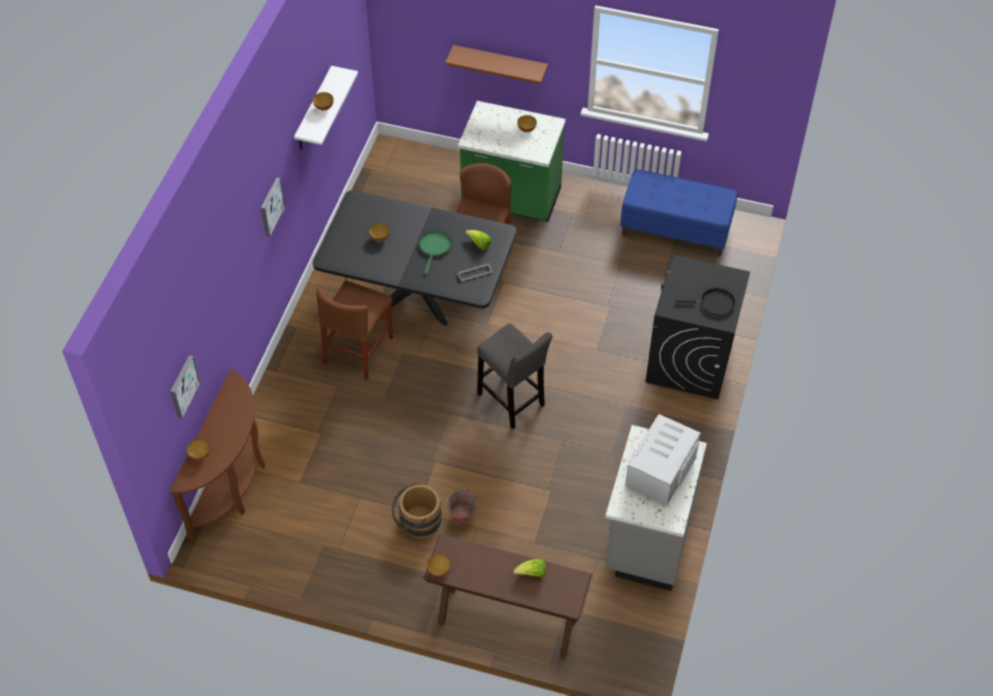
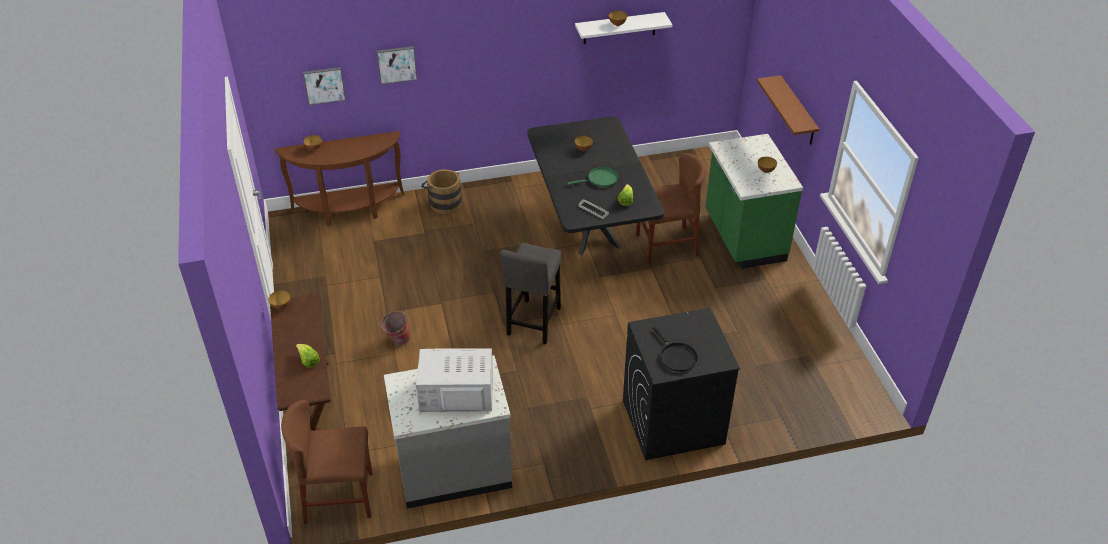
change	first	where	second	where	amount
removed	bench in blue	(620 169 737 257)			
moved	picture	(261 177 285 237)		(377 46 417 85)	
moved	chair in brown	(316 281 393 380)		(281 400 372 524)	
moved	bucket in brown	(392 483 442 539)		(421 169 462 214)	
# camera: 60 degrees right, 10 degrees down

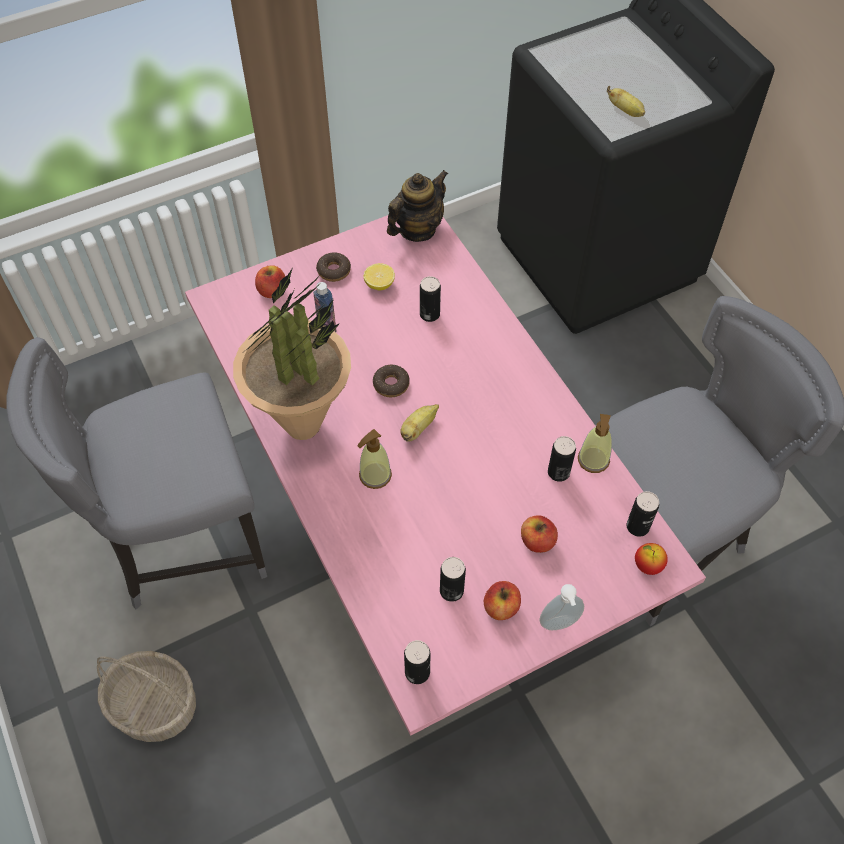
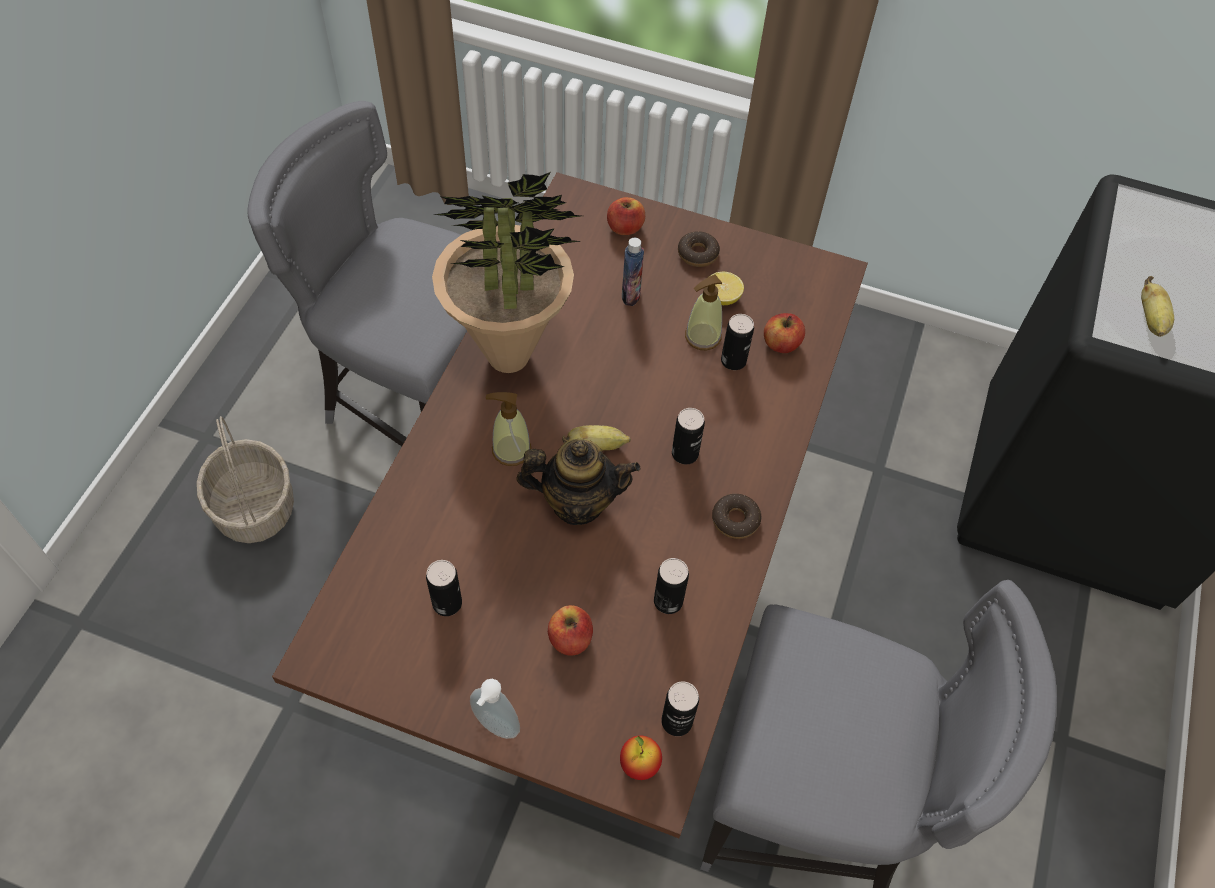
change	first	where	second	where	amount
moved	donut	(373 365 410 397)		(712 494 761 539)	
moved	teapot	(387 170 448 242)		(516 439 640 525)	
moved	can	(404 640 430 684)		(672 408 705 464)	
moved	apple	(484 581 521 620)		(764 313 805 353)	
moved	soap dispenser	(578 414 612 473)		(685 275 722 351)	
recoloured	dining table in pink	(185 215 706 736)	dining table in brown	(272 172 868 838)	
# camera: 45 degrees right, 0 degrees up

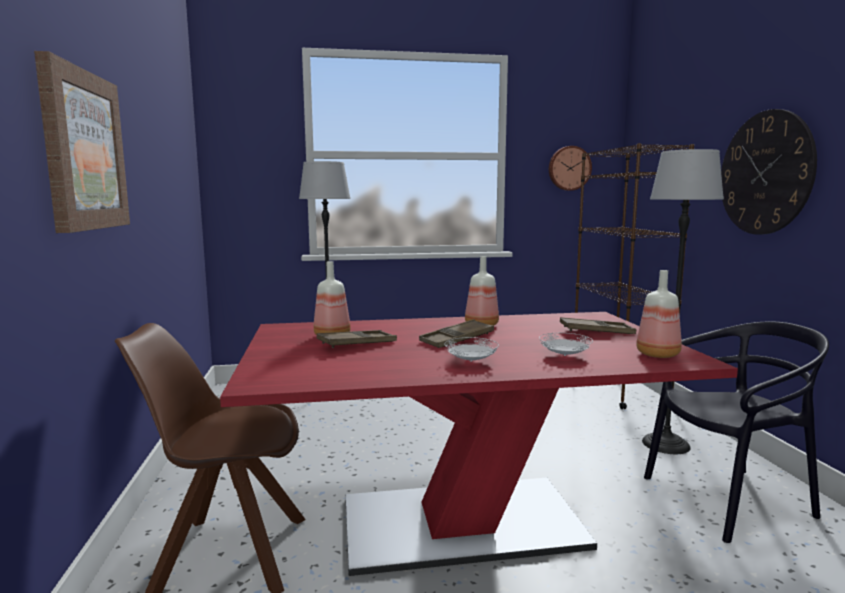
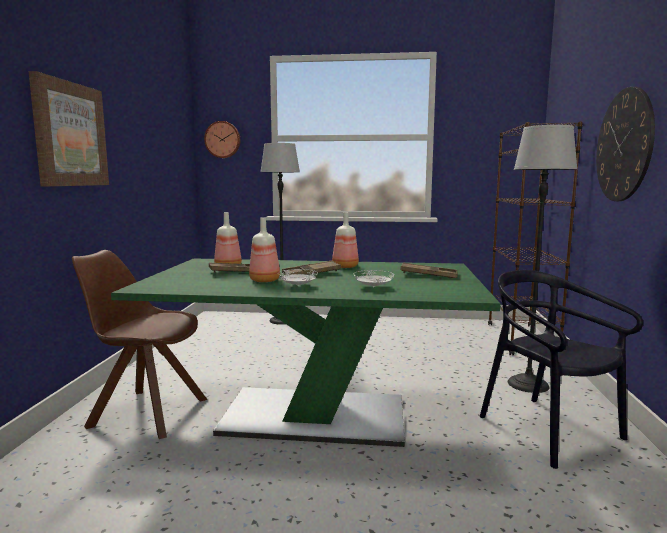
change	first	where	second	where	amount
moved	wall clock	(549 146 592 191)		(204 121 241 158)	
moved	bottle	(636 270 682 358)		(249 218 280 282)	
recoloured	dining table in red	(220 312 738 576)	dining table in green	(111 258 501 447)	
turned	chair in black	(644 322 829 543)		(480 270 643 469)	120 degrees counterclockwise
# camera: 15 degrees right, 0 degrees up

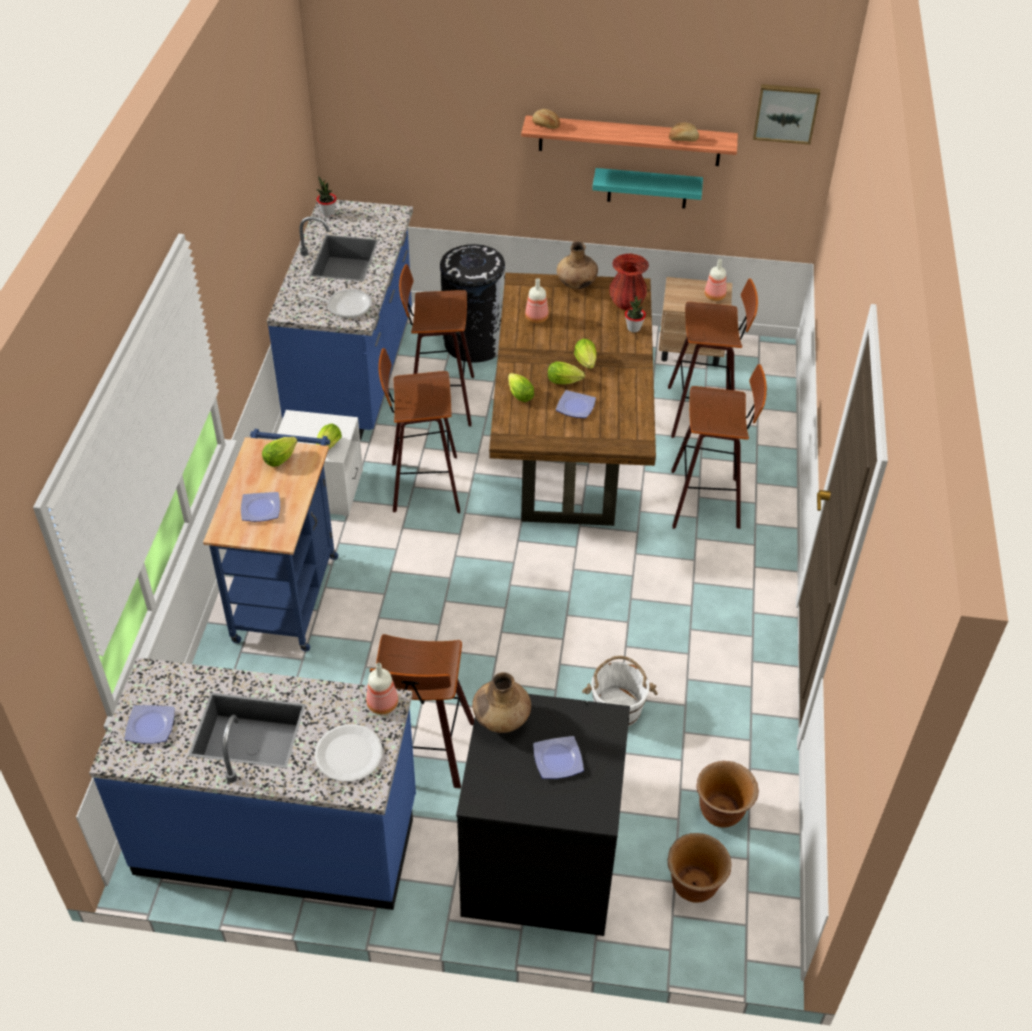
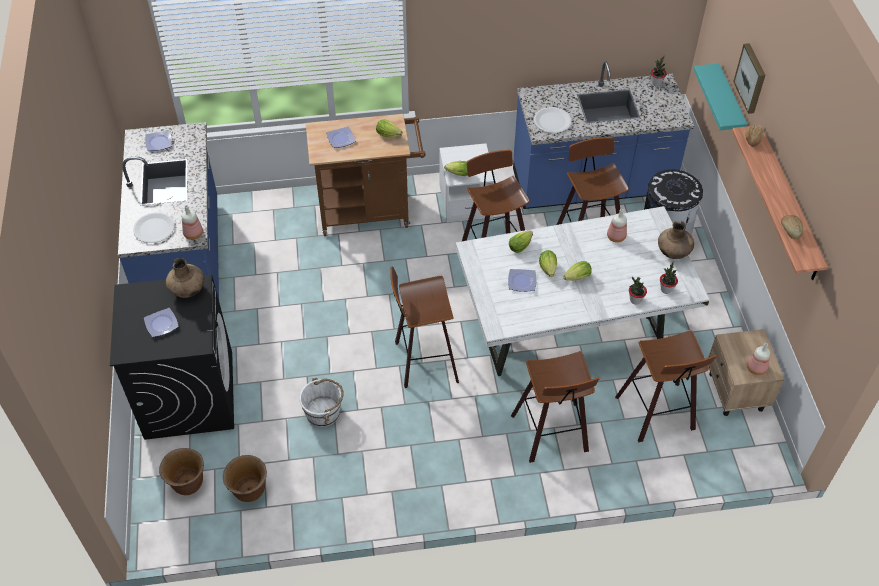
change	first	where	second	where	amount
moved	stool	(370 634 474 788)		(390 266 459 388)	
moved	shelf in turquoise	(592 168 703 209)		(693 63 747 130)	
moved	picture	(753 84 820 145)		(733 43 765 114)	
replaced	frying pan	(298 289 372 318)	plate in white	(534 107 571 133)	
replaced	vase in red	(610 254 649 310)	potted plant	(660 262 678 294)	
recoloured	cart in blue	(203 429 338 652)	cart in brown	(306 114 426 236)	
recoloured	dining table in brown	(489 273 656 526)	dining table in white	(456 206 710 376)	
# camera: 75 degrees right, 5 degrees up

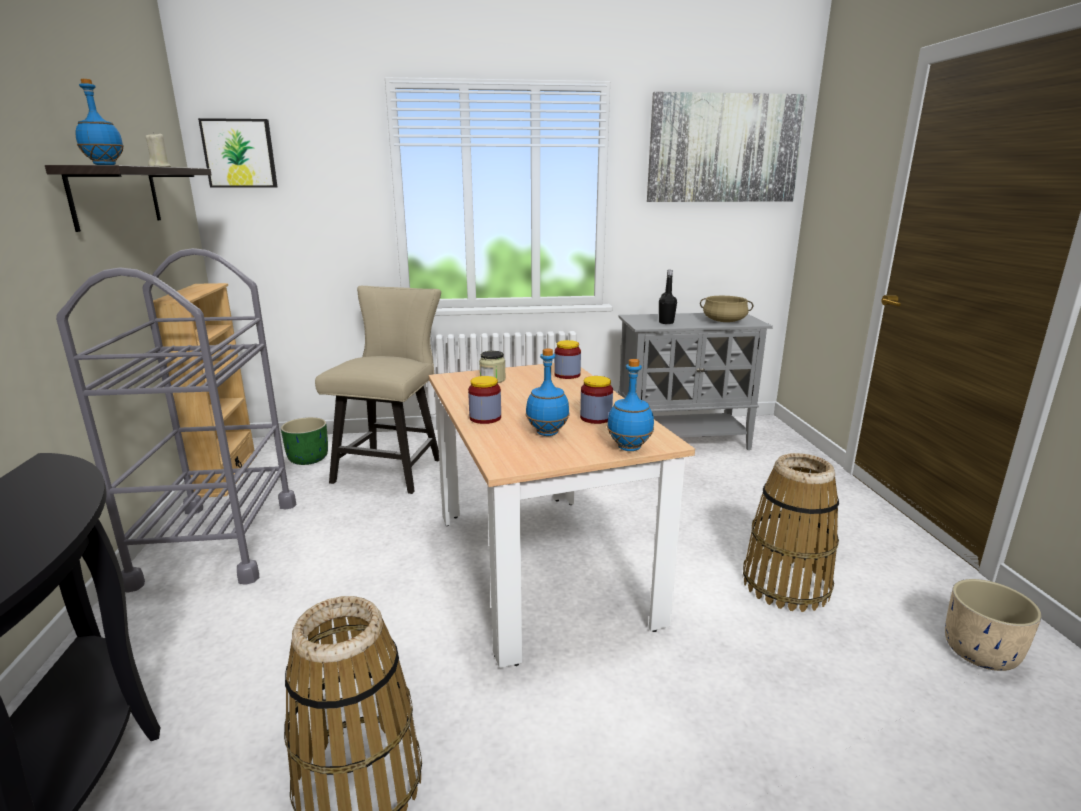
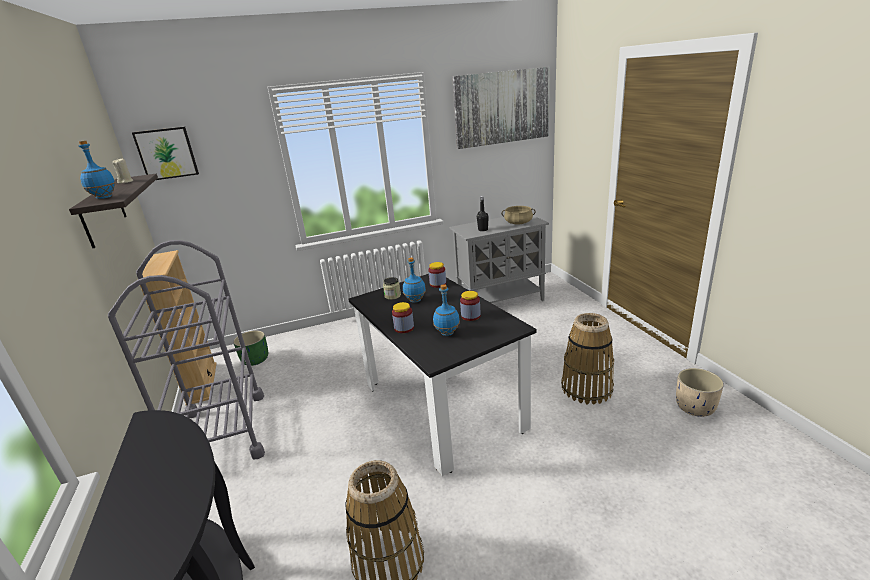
change	first	where	second	where	amount
removed	chair in beige	(315 286 441 494)			
moved	bottle in blue	(607 359 654 451)		(403 257 426 303)	
recoloured	dining table in beige	(429 363 695 668)	dining table in black	(348 274 536 476)	
# camera: 10 degrees left, 5 degrees up

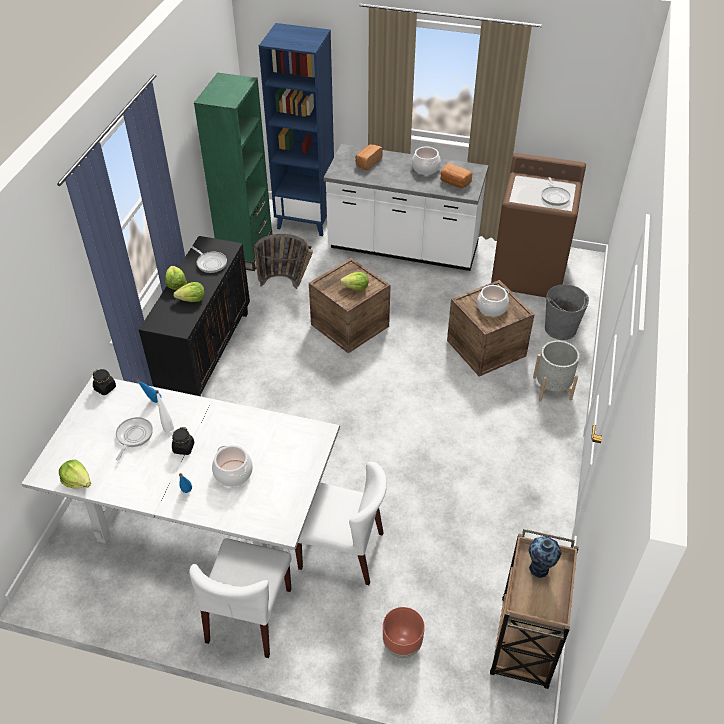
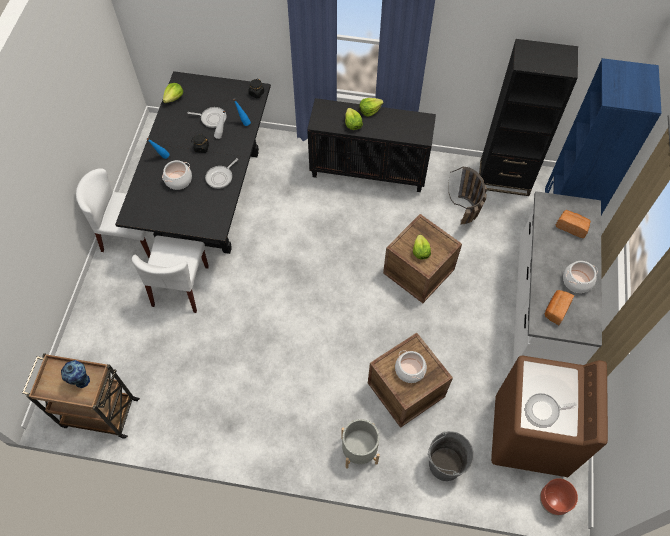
change	first	where	second	where	amount
moved	frying pan	(191 246 227 273)		(205 158 238 189)	
moved	planter in brown	(383 607 425 658)		(540 478 578 516)	
recoloured	dining table in white	(21 376 340 550)	dining table in black	(115 71 271 254)	
recoloured	bookcase in green	(194 72 273 271)	bookcase in black	(479 39 578 196)	
# camera: 85 degrees right, 15 degrees up

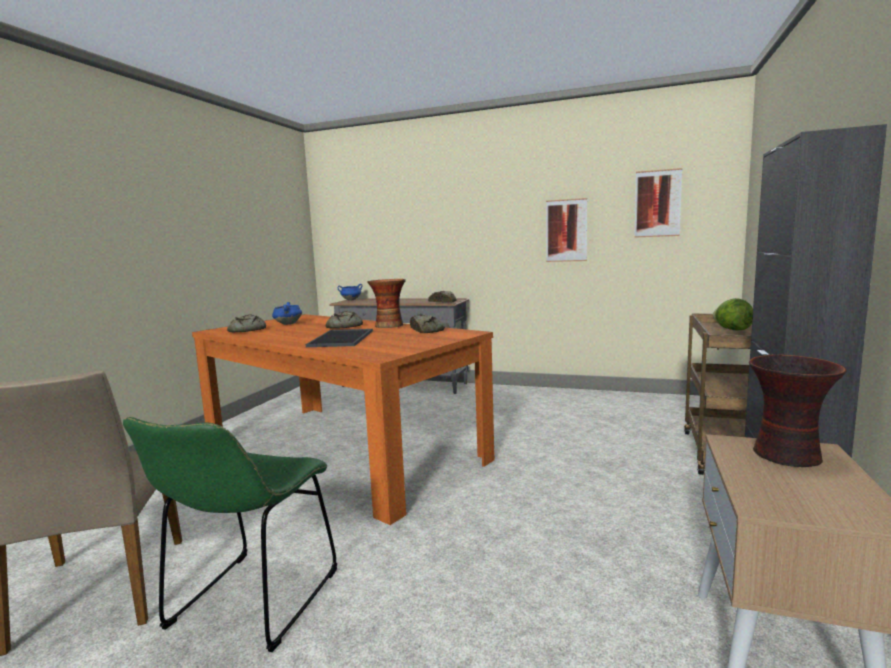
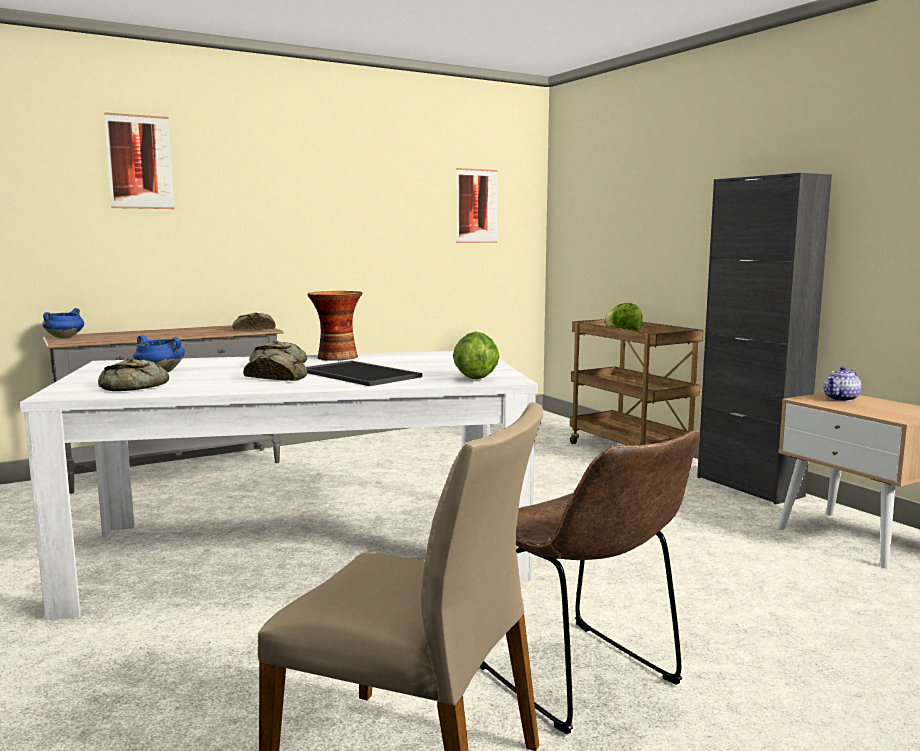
change	first	where	second	where	amount
added			lettuce	(453 331 499 380)	
moved	bread	(410 315 445 333)		(243 354 308 381)	
moved	picture	(546 198 587 262)		(104 112 174 209)	
replaced	vase	(749 355 846 467)	teapot	(824 366 861 401)	
recoloured	chair in green	(123 417 337 652)	chair in brown	(480 430 701 734)	
recoloured	dining table in orange	(192 314 494 525)	dining table in white	(20 351 538 620)	
# camera: 50 degrees left, 0 degrees up

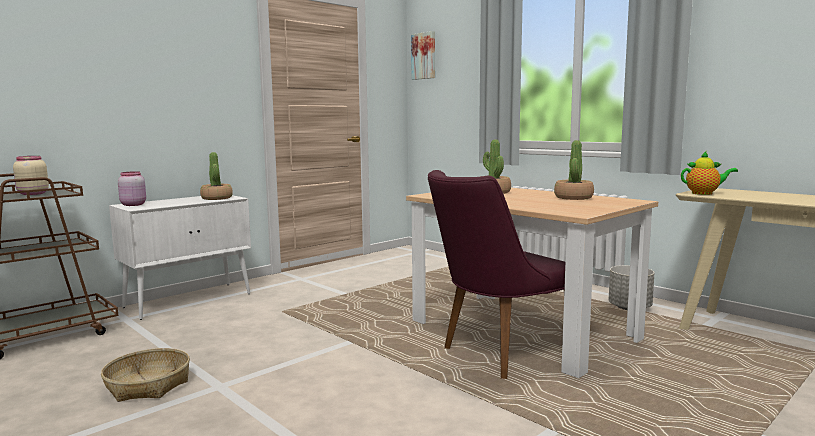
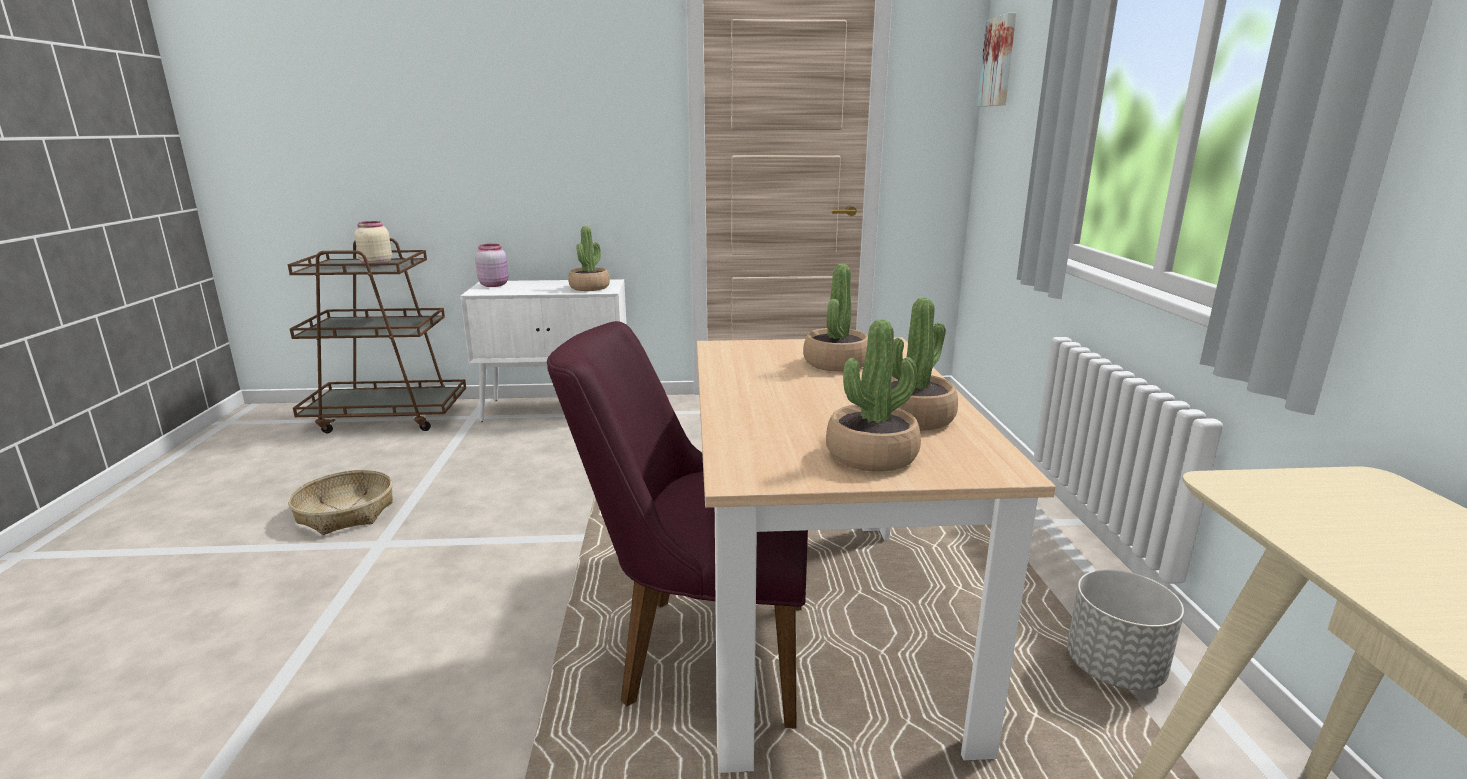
change	first	where	second	where	amount
removed	teapot	(681 152 738 195)			
added			potted plant	(826 319 921 472)	
# camera: 40 degrees right, 10 degrees up

